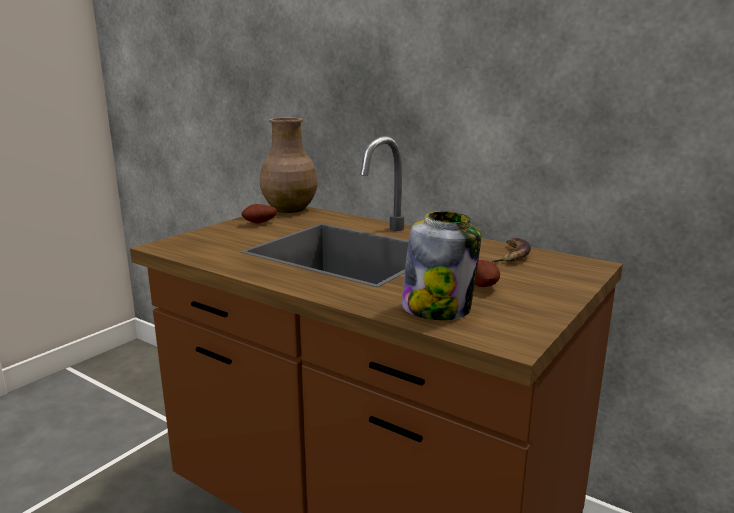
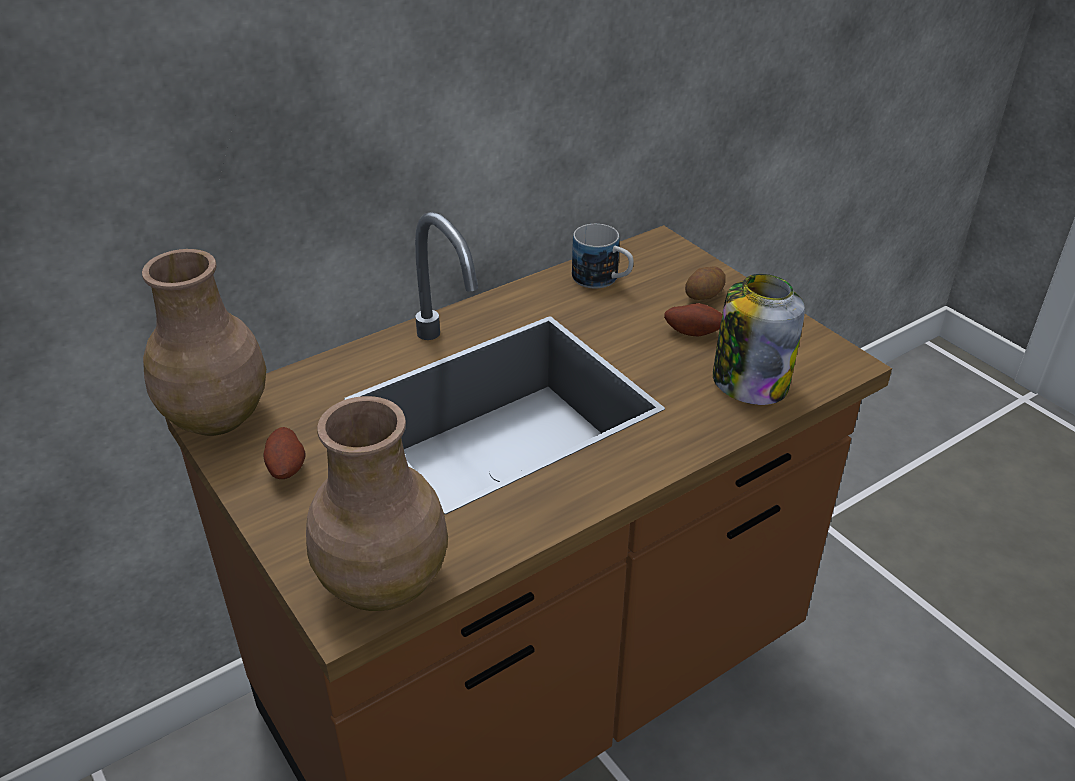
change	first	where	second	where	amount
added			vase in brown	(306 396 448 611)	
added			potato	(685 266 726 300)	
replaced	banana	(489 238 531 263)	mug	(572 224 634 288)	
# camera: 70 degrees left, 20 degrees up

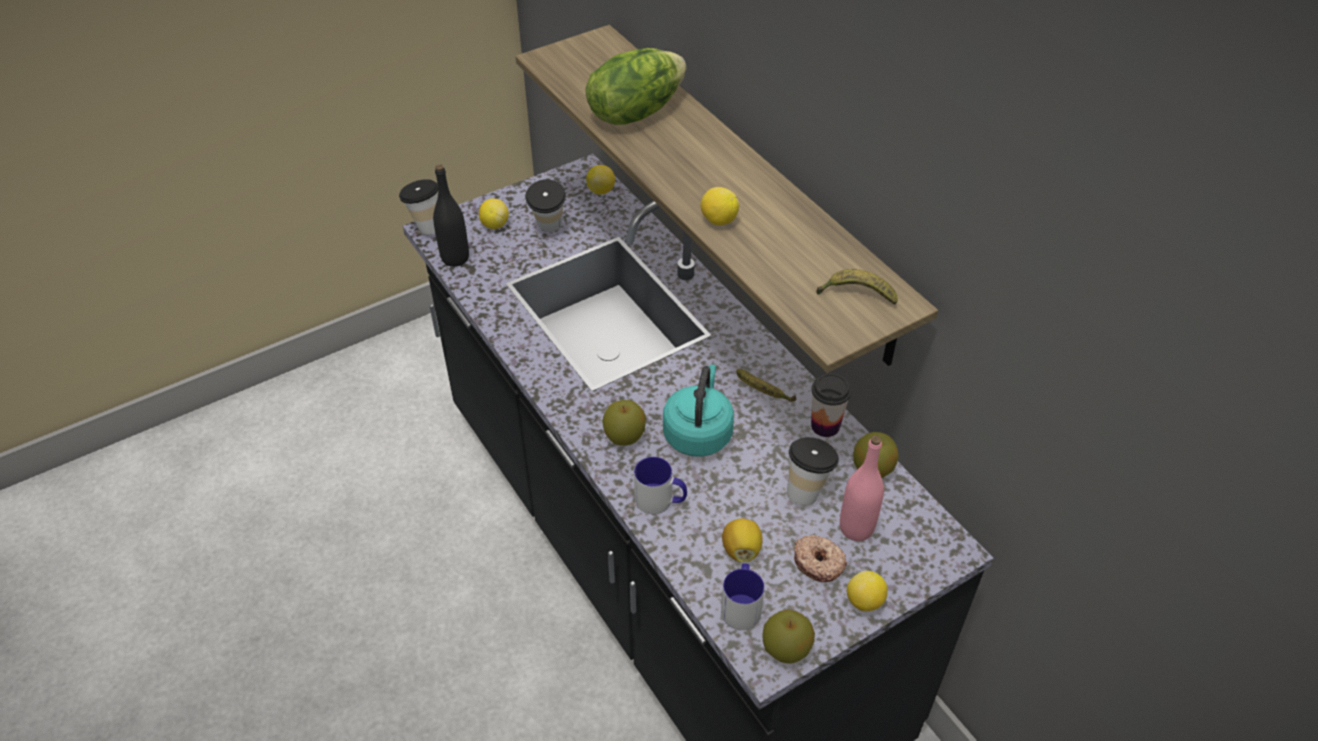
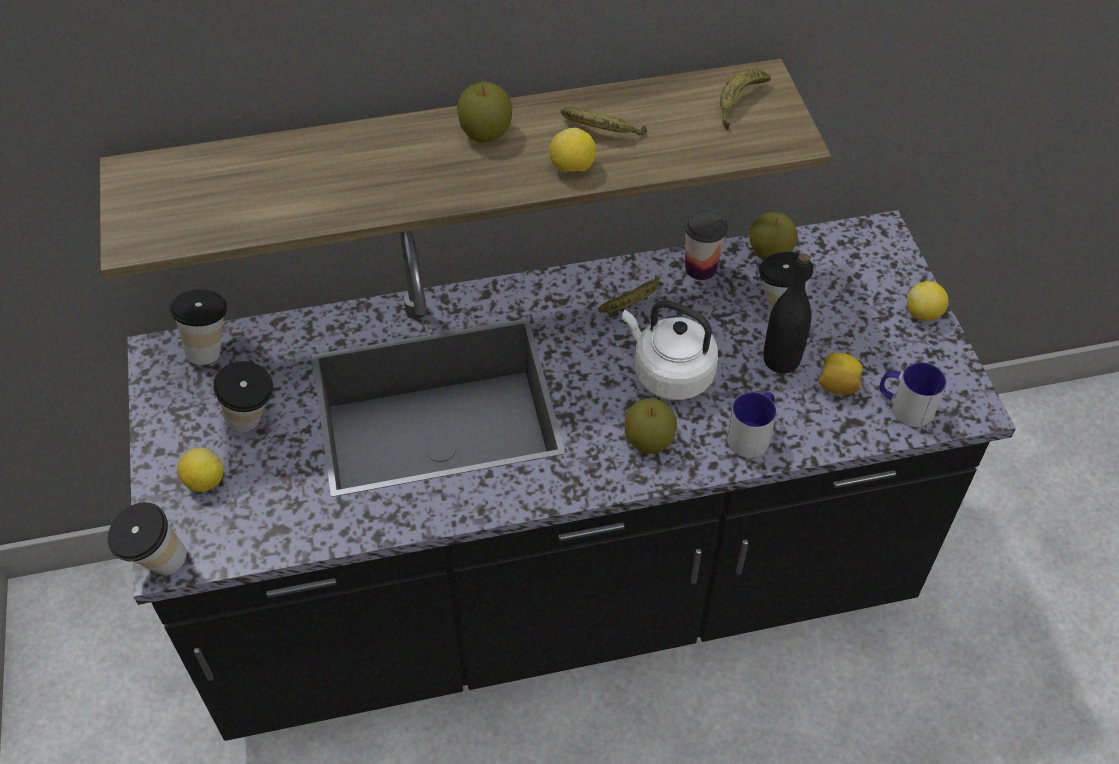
change	first	where	second	where	amount
removed	lettuce	(585 48 686 125)			
removed	donut	(794 535 848 582)			
removed	bottle in pink	(840 436 884 541)			
added			banana	(561 107 647 135)	
moved	bottle in black	(433 165 469 267)		(763 253 812 374)	
moved	apple	(762 609 815 664)		(457 82 512 142)	
replaced	lemon	(586 165 615 195)	cup	(170 290 227 365)	
recoloured	kettle in turquoise	(663 364 734 457)	kettle in white	(622 300 718 400)	
# camera: 70 degrees left, 5 degrees up

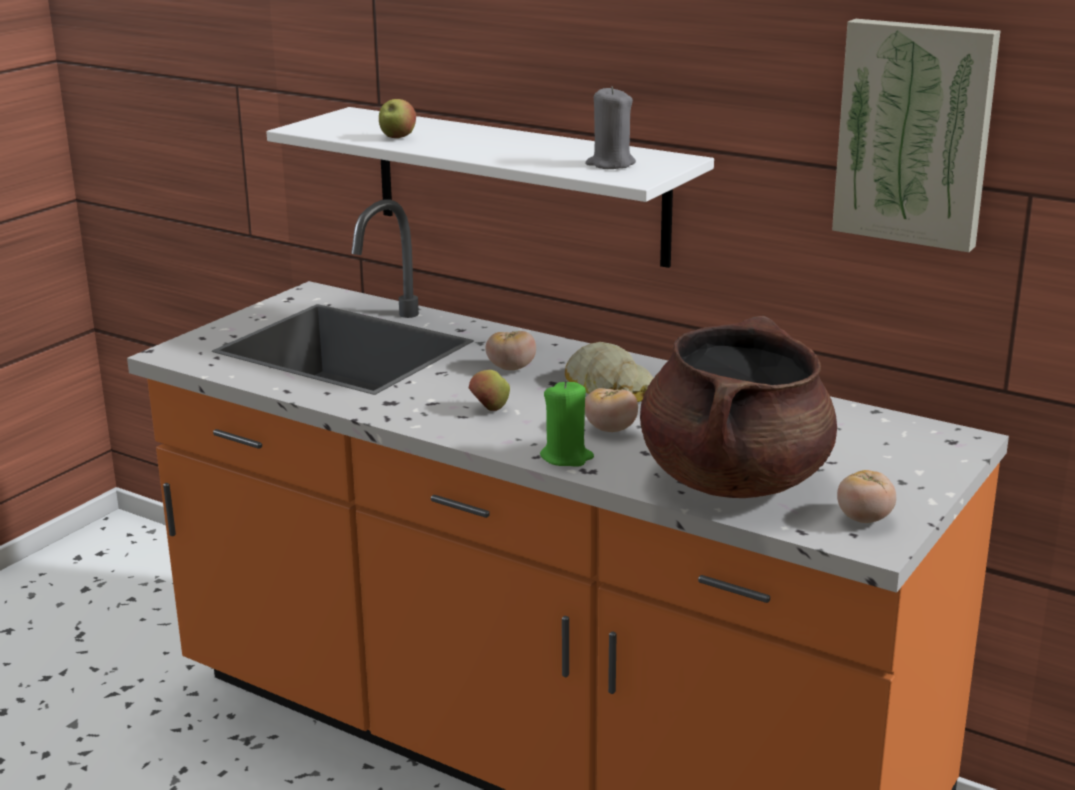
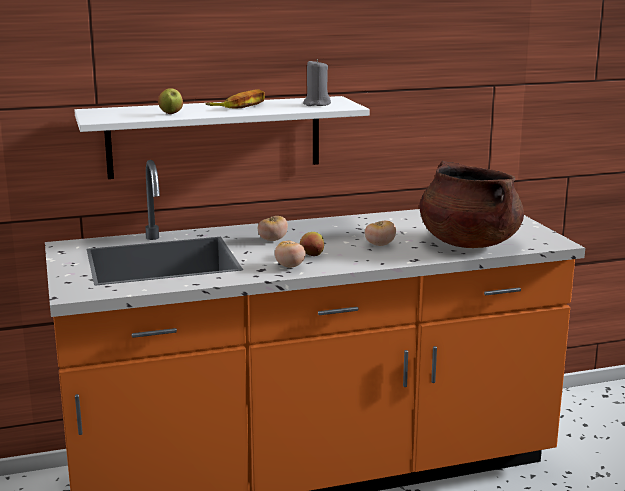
change	first	where	second	where	amount
removed	candle in green	(540 380 594 467)			
removed	bread	(565 342 653 402)			
removed	picture	(832 19 1001 252)			
added			banana	(206 89 265 109)	
moved	tomato	(837 470 896 523)		(275 241 306 268)	
# camera: 50 degrees left, 5 degrees down

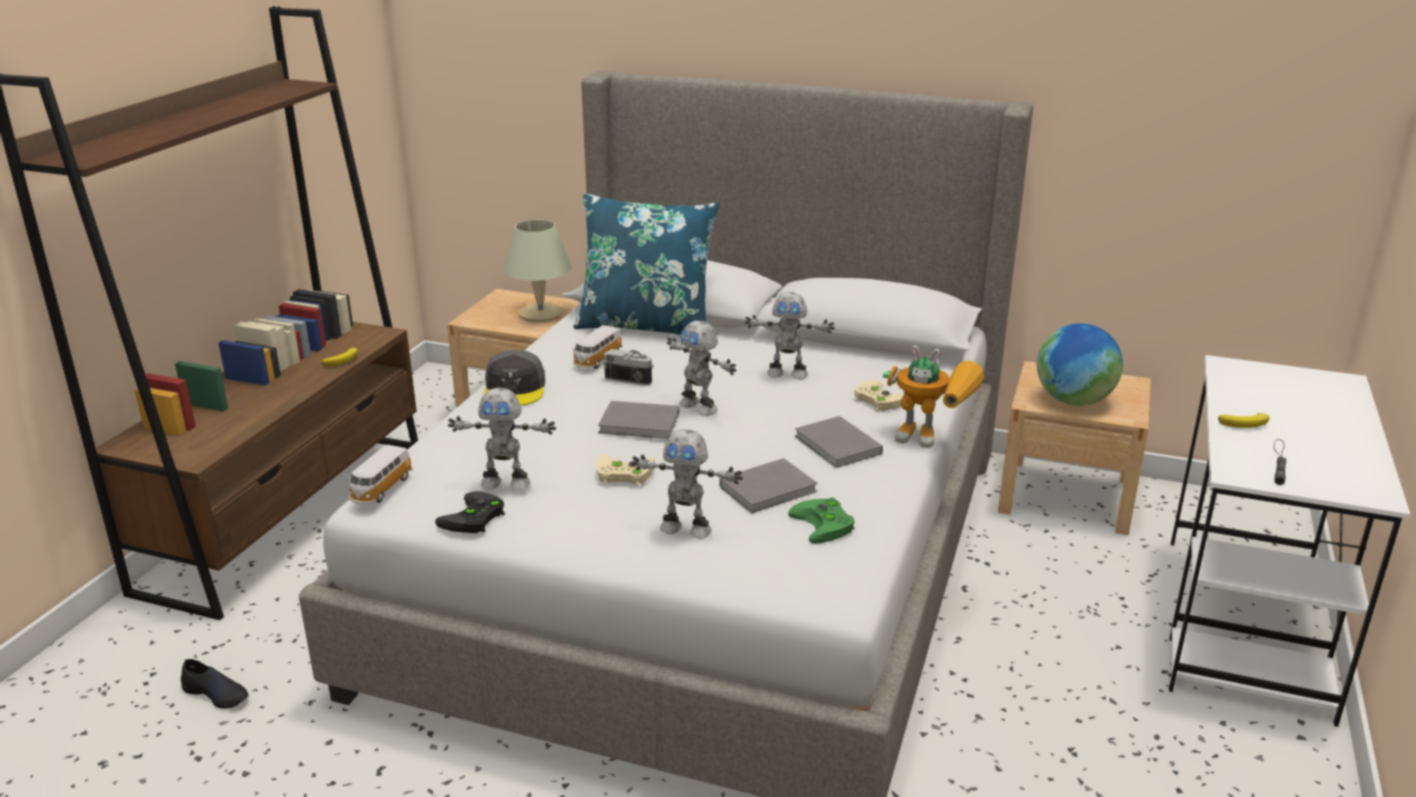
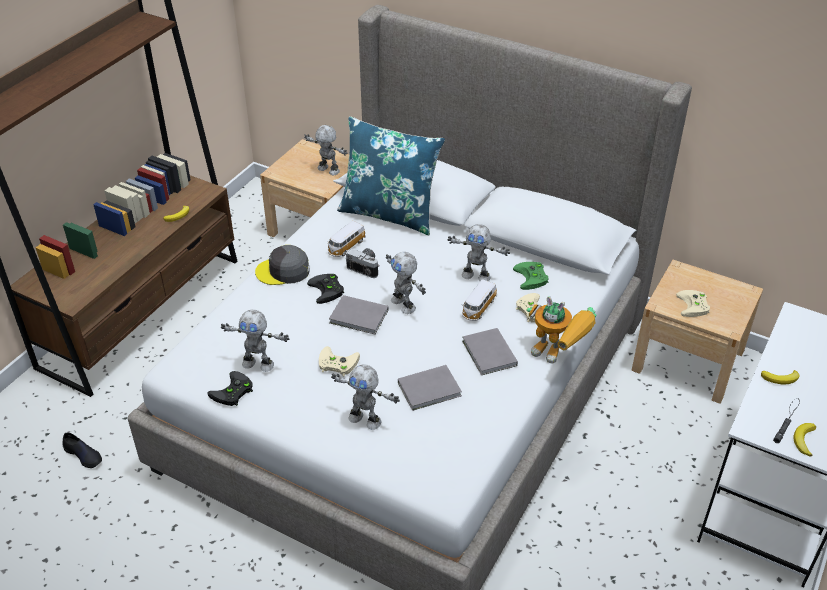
change	first	where	second	where	amount
added			game controller in black	(307 274 344 304)	
added			banana	(793 423 816 457)	
moved	toy car	(348 445 413 504)		(462 279 497 321)	
moved	game controller in green	(788 497 855 544)		(513 262 548 290)	
replaced	table lamp in beige	(504 219 572 322)	toy robot	(304 125 347 175)	
replaced	globe	(1037 323 1123 406)	game controller in beige	(676 290 710 317)	
turned	cap in grey	(484 350 545 406)		(255 245 309 285)	75 degrees clockwise
# camera: 10 degrees right, 15 degrees up

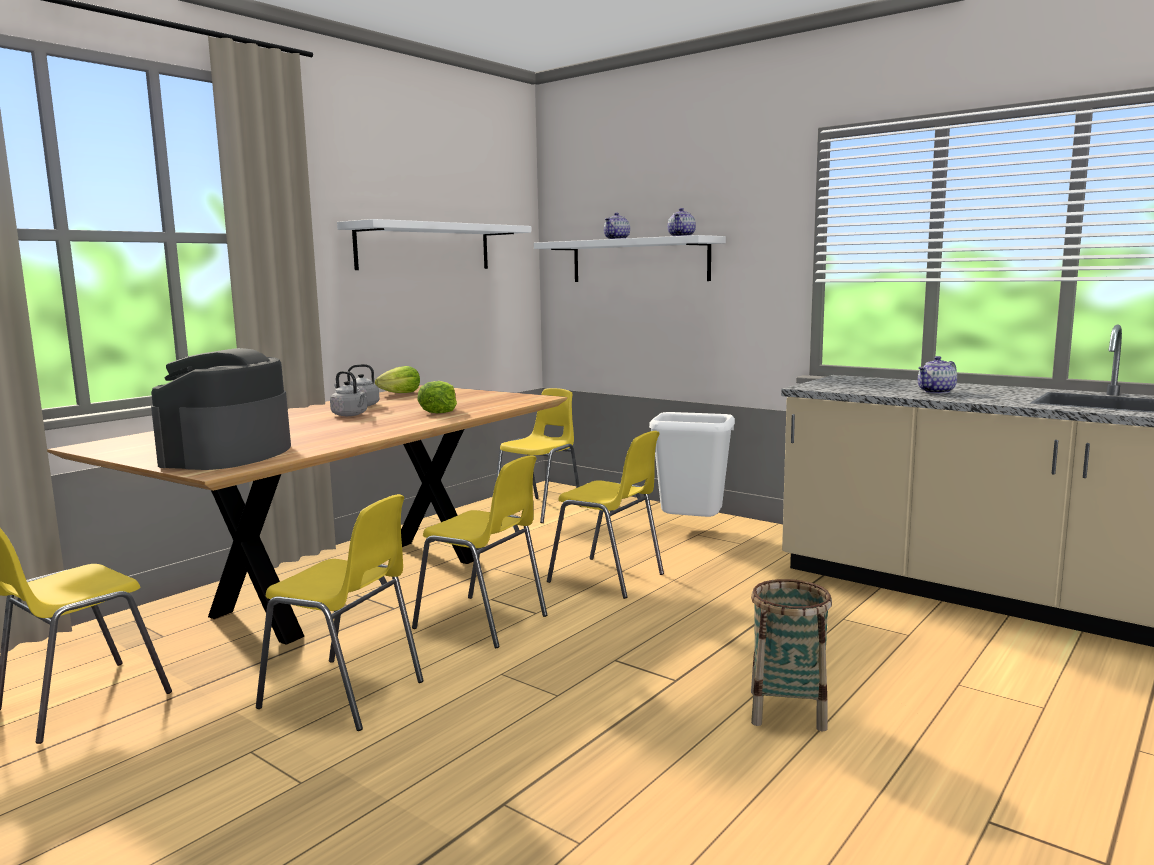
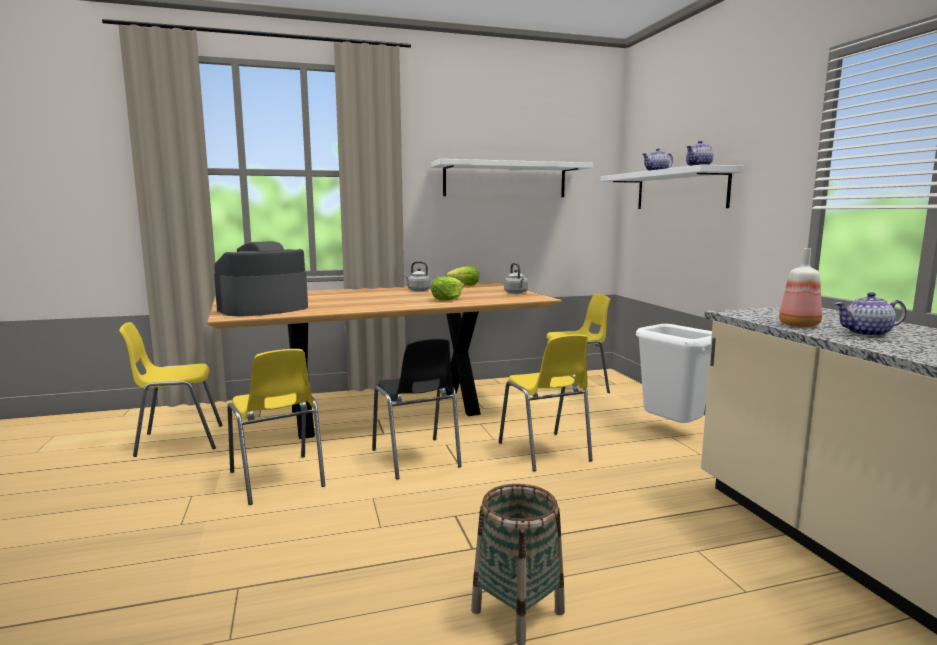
change	first	where	second	where	amount
added			bottle	(779 248 822 327)	
moved	kettle in grey	(330 371 367 416)		(504 263 528 294)	
recoloured	chair in yellow	(412 455 547 648)	chair in black	(372 338 462 480)	
# camera: 35 degrees right, 0 degrees up

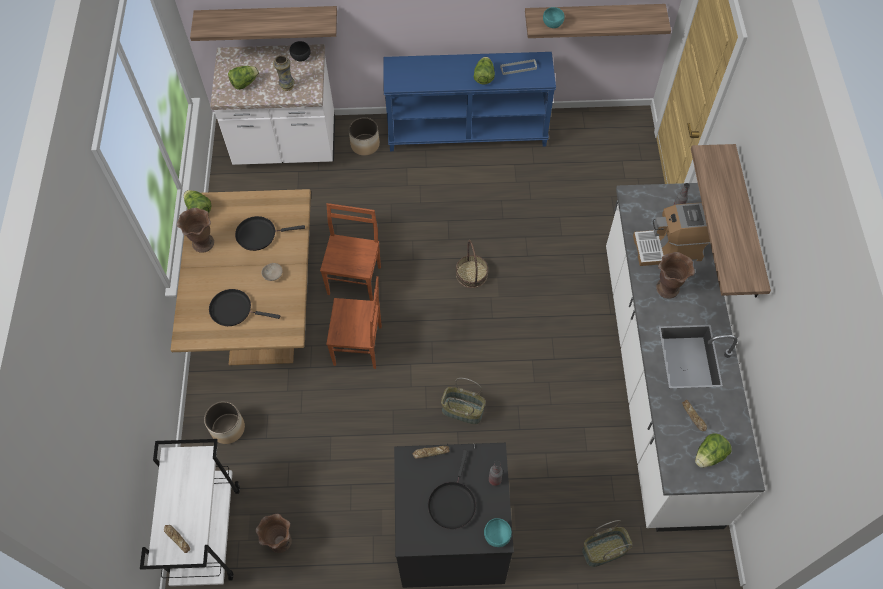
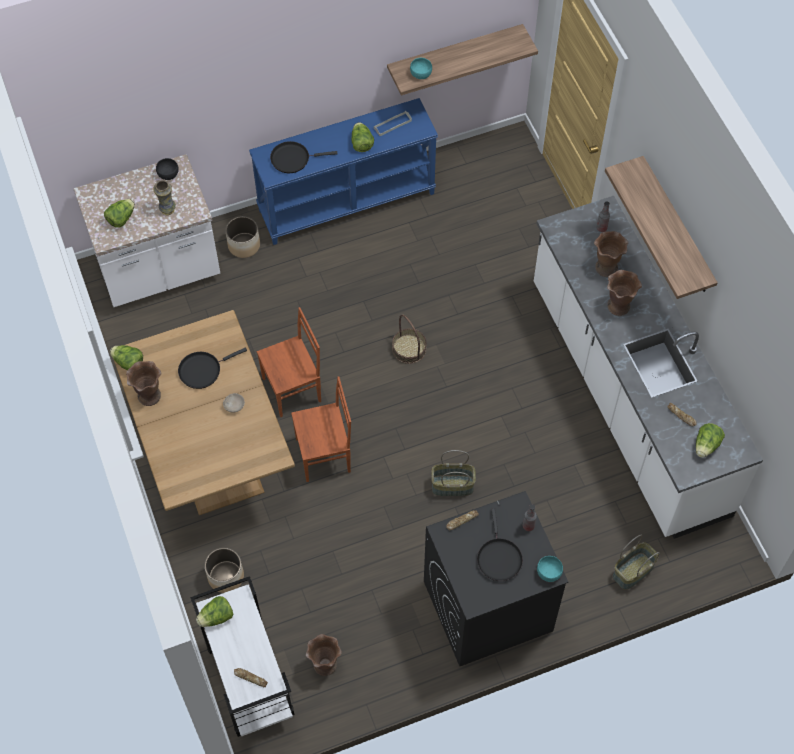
change	first	where	second	where	amount
removed	shelf	(190 6 337 41)			
added			lettuce	(196 596 233 627)	
moved	frying pan in black	(209 289 280 326)		(270 141 337 173)	
replaced	coffee machine	(633 203 710 266)	vase in brown	(594 231 628 277)	
turned	chair in brown	(320 203 381 301)		(257 307 321 417)	75 degrees clockwise
# camera: 20 degrees left, 0 degrees up

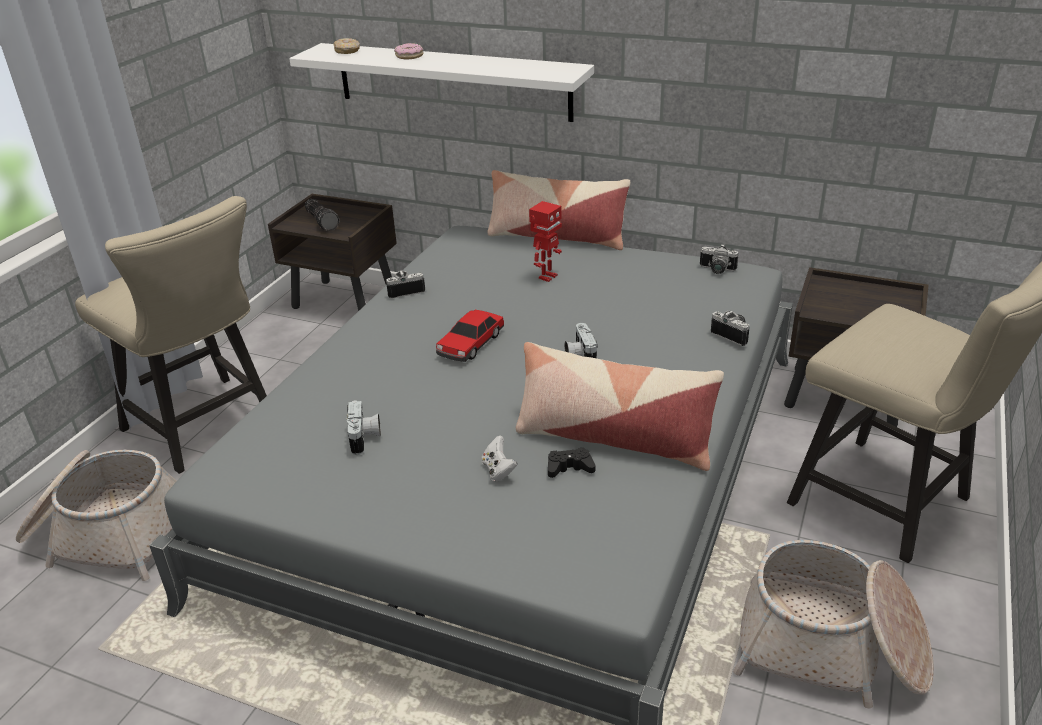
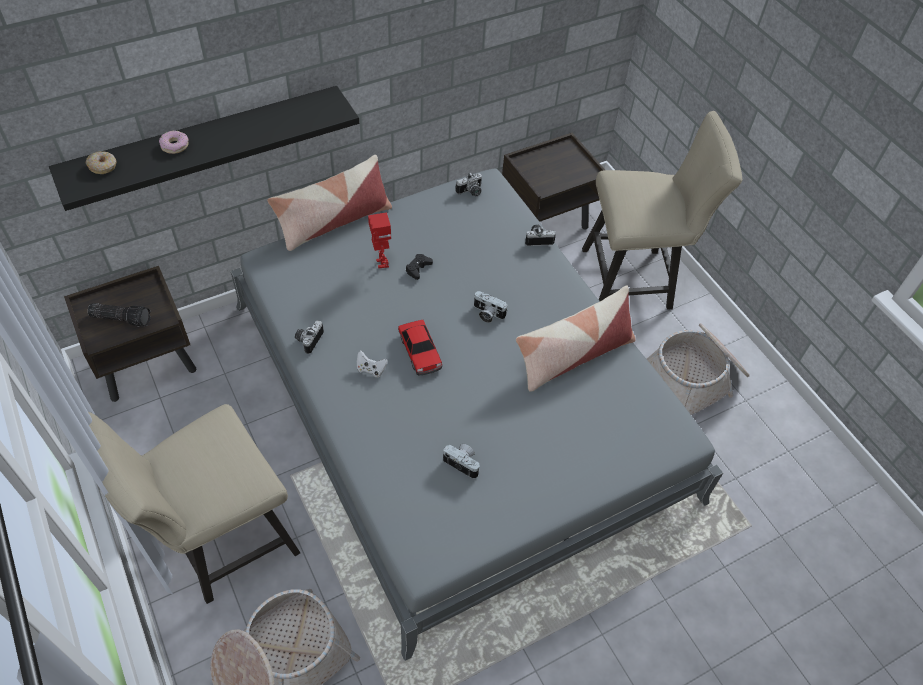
change	first	where	second	where	amount
moved	game controller in white	(481 436 517 482)		(357 350 388 378)	
moved	game controller in black	(548 447 596 478)		(406 254 433 280)	
recoloured	shelf in white	(289 43 594 122)	shelf in black	(49 86 359 211)	
turned	chair in beige	(75 196 267 474)		(88 404 300 604)	150 degrees clockwise
# camera: 55 degrees left, 20 degrees up

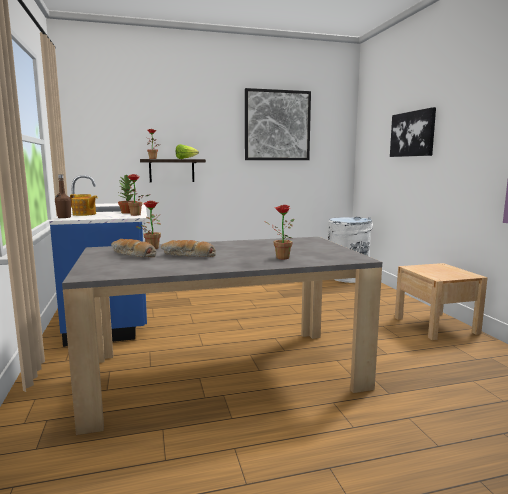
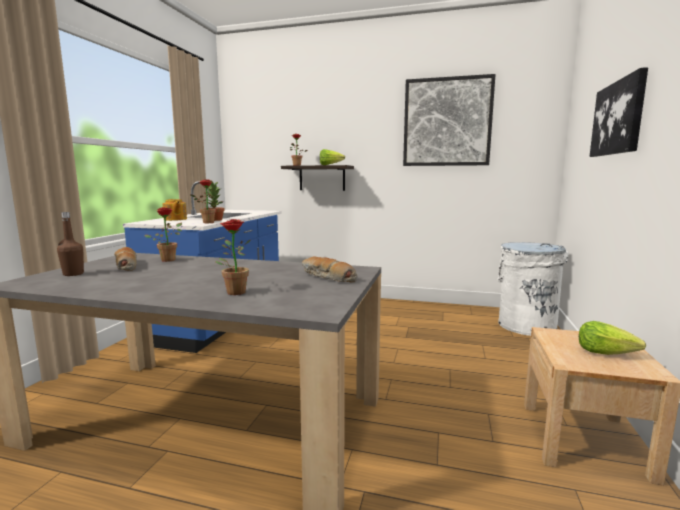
change	first	where	second	where	amount
added			lettuce	(579 321 646 355)	
moved	bottle in brown	(55 175 71 218)		(57 212 84 276)	
moved	bread	(161 240 216 257)		(302 256 357 282)	
# camera: 30 degrees right, 0 degrees up

